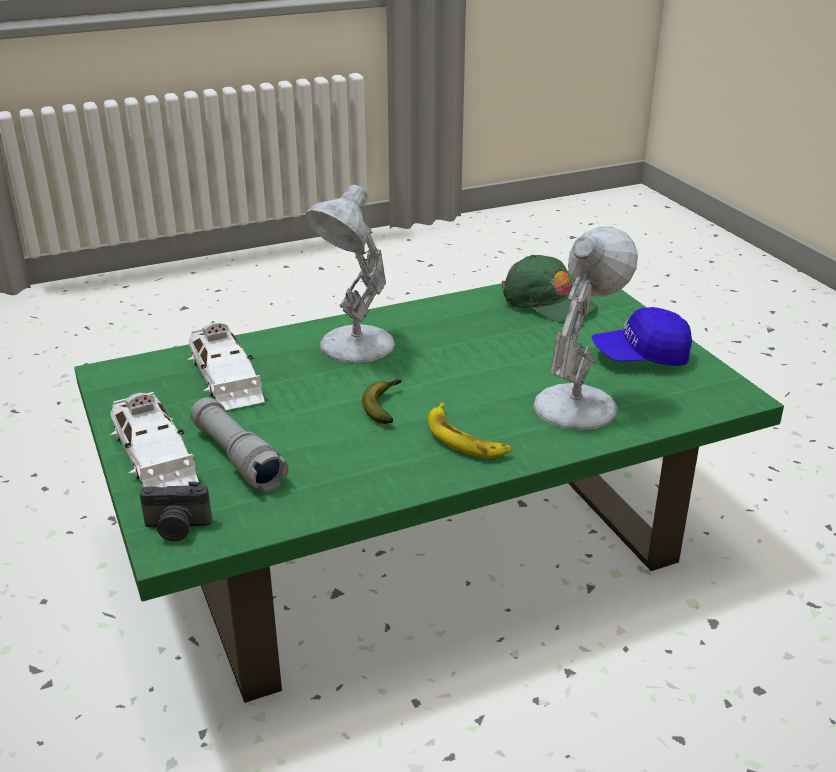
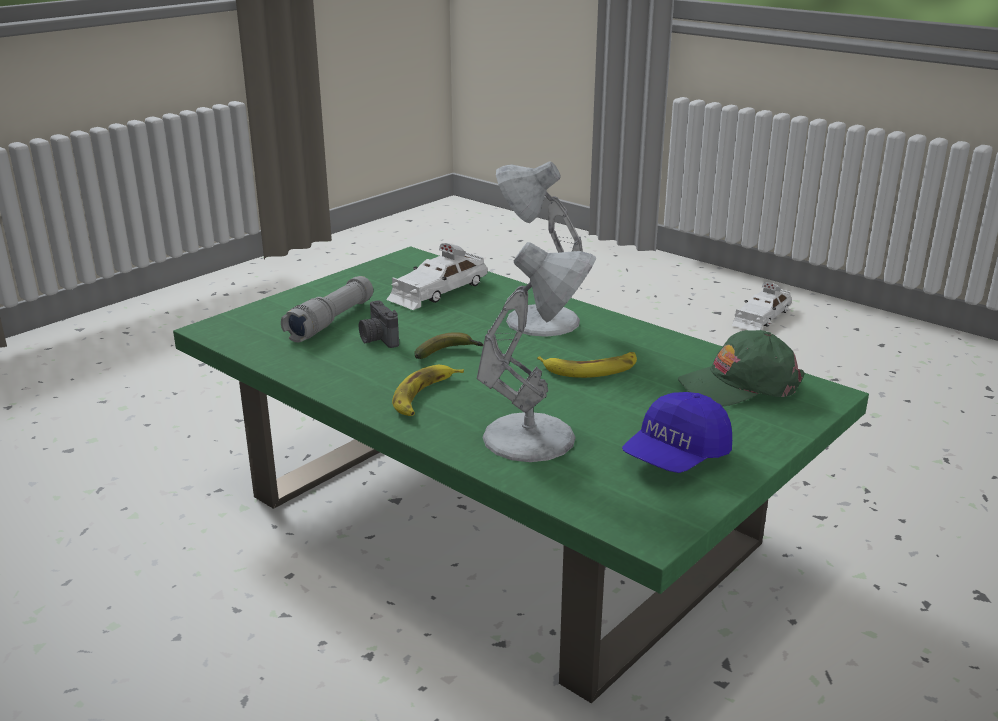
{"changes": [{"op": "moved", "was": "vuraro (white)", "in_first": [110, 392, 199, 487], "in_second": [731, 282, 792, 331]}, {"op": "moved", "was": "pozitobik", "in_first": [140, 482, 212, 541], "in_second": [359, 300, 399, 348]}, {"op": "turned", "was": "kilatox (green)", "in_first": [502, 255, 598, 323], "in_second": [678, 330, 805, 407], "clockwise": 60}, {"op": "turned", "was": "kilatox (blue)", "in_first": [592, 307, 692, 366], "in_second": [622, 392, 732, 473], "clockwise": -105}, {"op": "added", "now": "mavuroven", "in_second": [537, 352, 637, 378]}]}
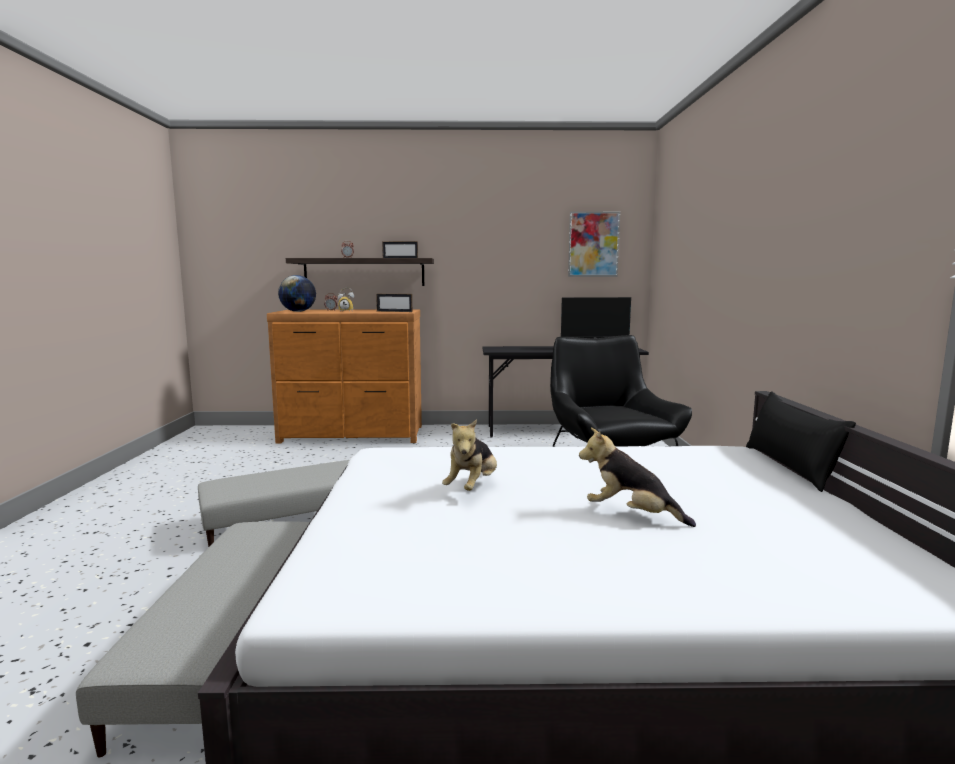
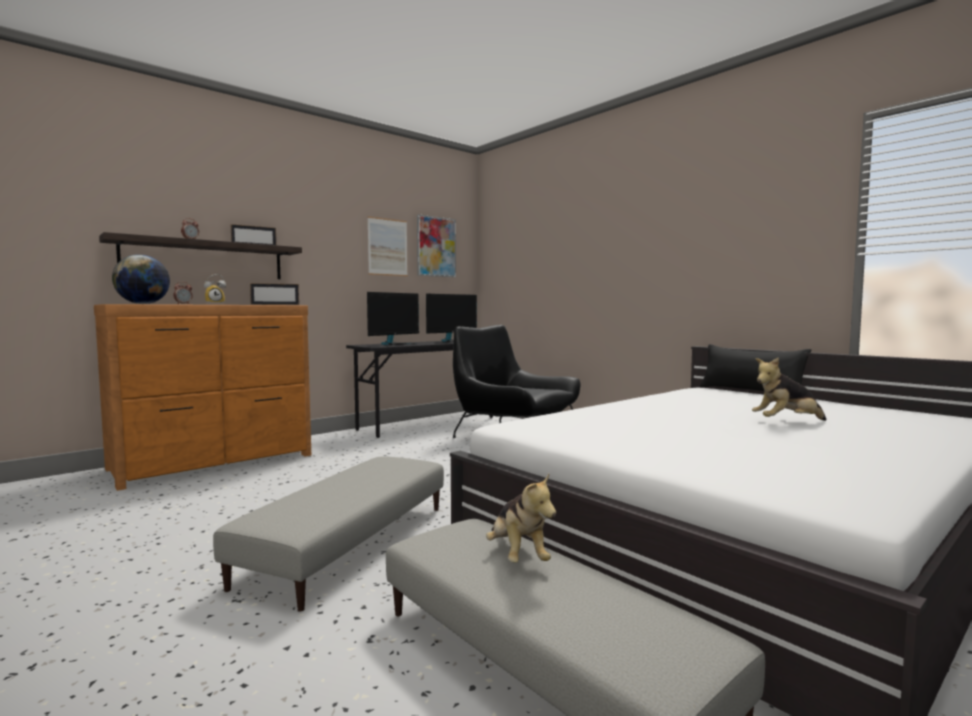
{"changes": [{"op": "moved", "was": "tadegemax", "in_first": [442, 419, 497, 491], "in_second": [486, 474, 556, 563]}, {"op": "added", "now": "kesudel", "in_second": [367, 216, 408, 276]}, {"op": "added", "now": "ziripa", "in_second": [367, 292, 419, 347]}]}
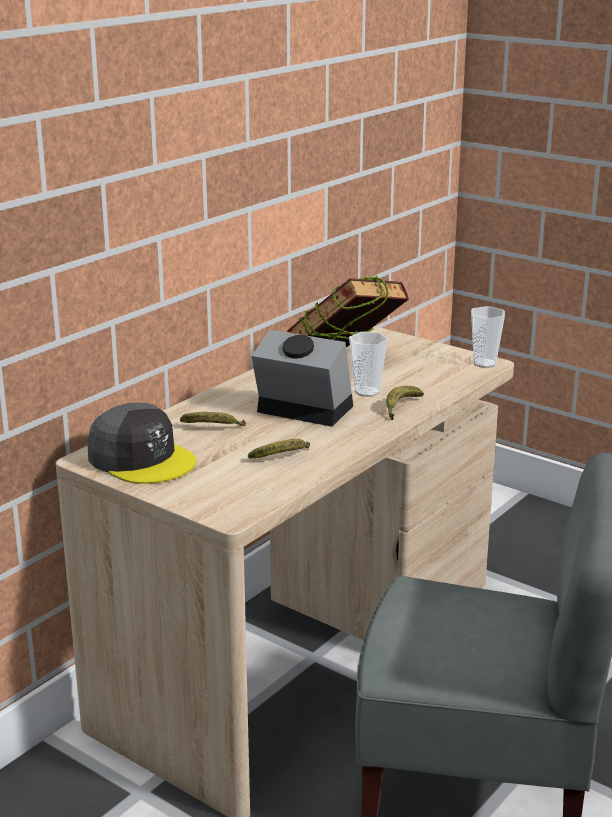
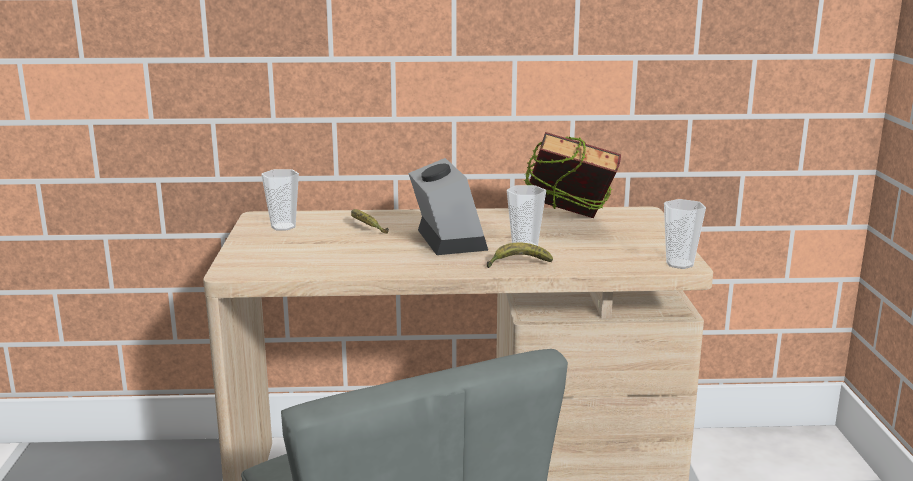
{"changes": [{"op": "replaced", "was": "kilatox (grey)", "now": "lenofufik", "in_first": [88, 403, 197, 484], "in_second": [261, 169, 299, 231]}, {"op": "removed", "was": "mavuroven", "in_first": [248, 439, 310, 459]}]}
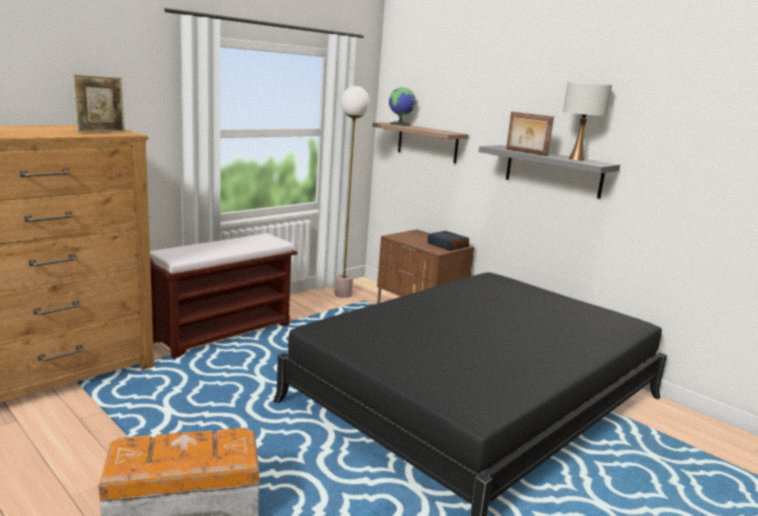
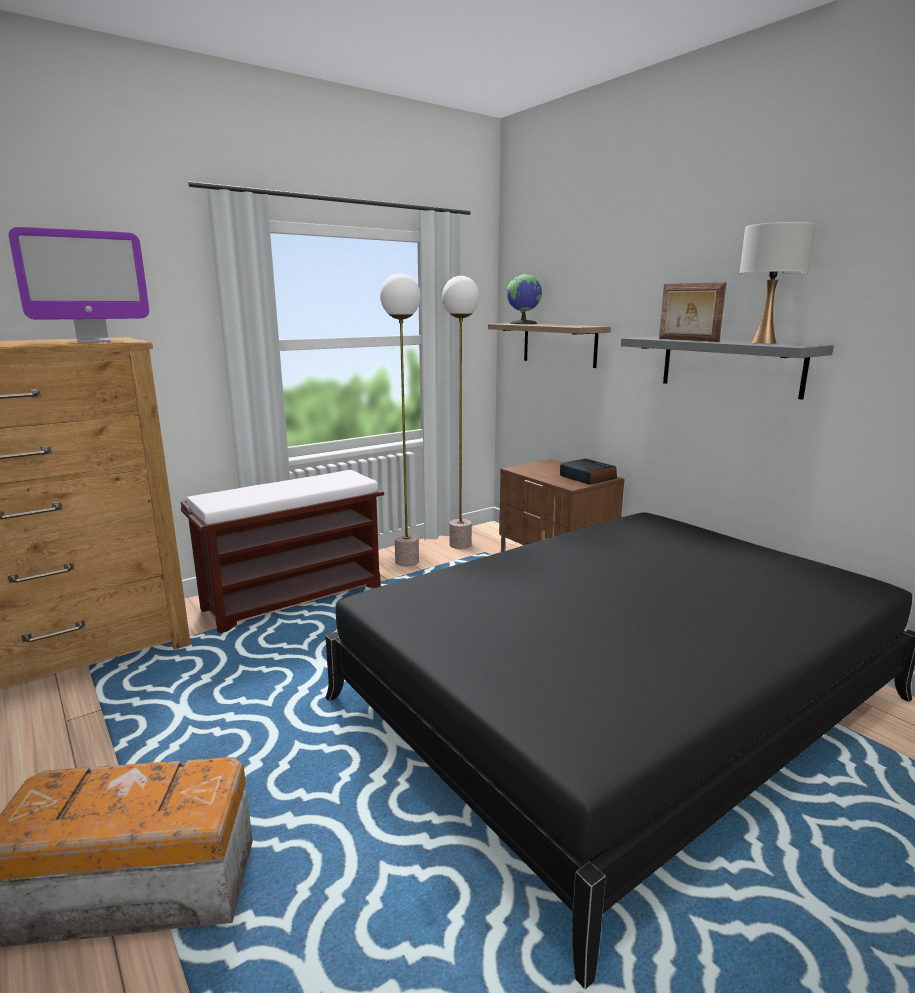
{"changes": [{"op": "replaced", "was": "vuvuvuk", "now": "ziripa", "in_first": [73, 74, 125, 132], "in_second": [9, 227, 149, 343]}, {"op": "added", "now": "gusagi", "in_second": [380, 273, 421, 566]}]}
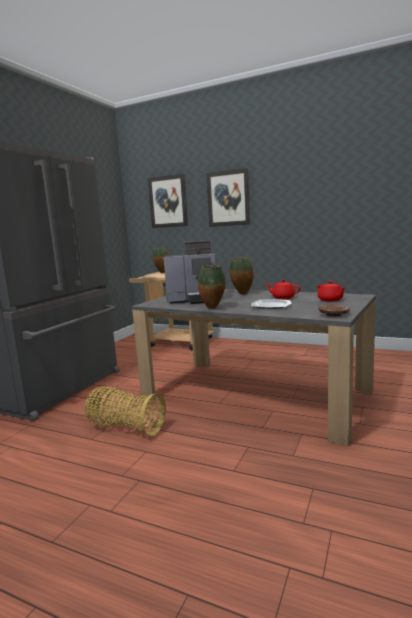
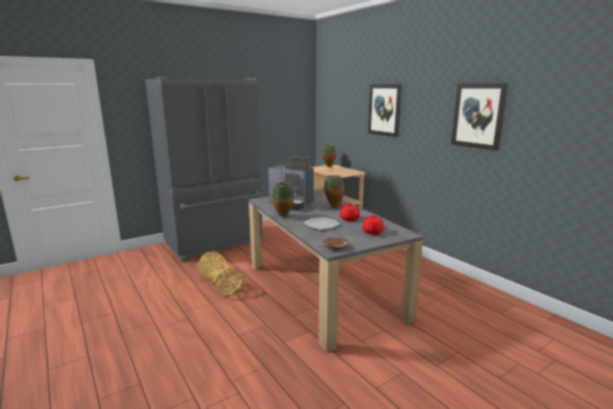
{"changes": [{"op": "moved", "was": "kesudel", "in_first": [148, 173, 188, 228], "in_second": [451, 83, 508, 151]}]}
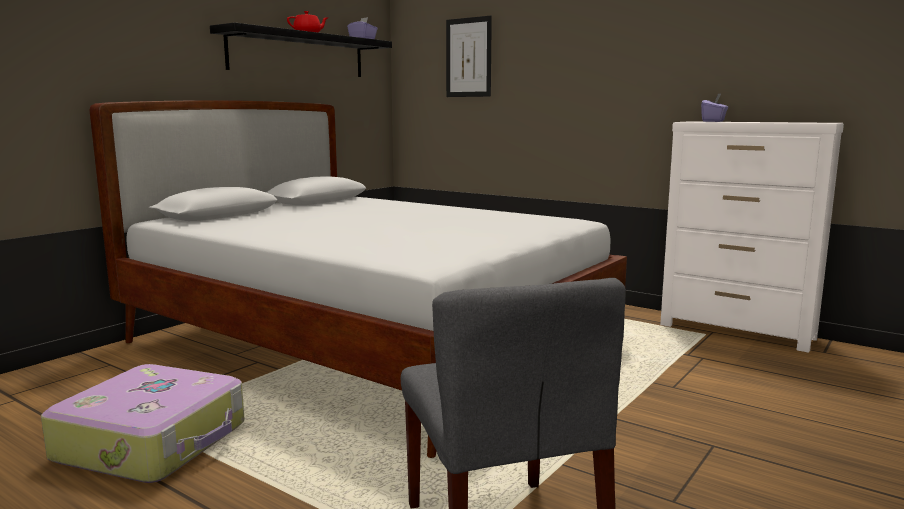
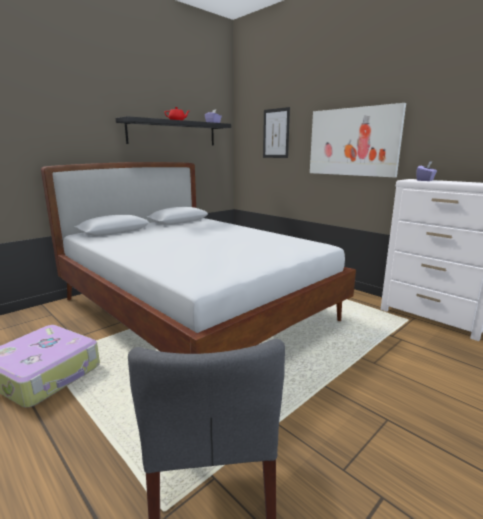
{"changes": [{"op": "added", "now": "kesudel", "in_second": [310, 103, 406, 177]}]}
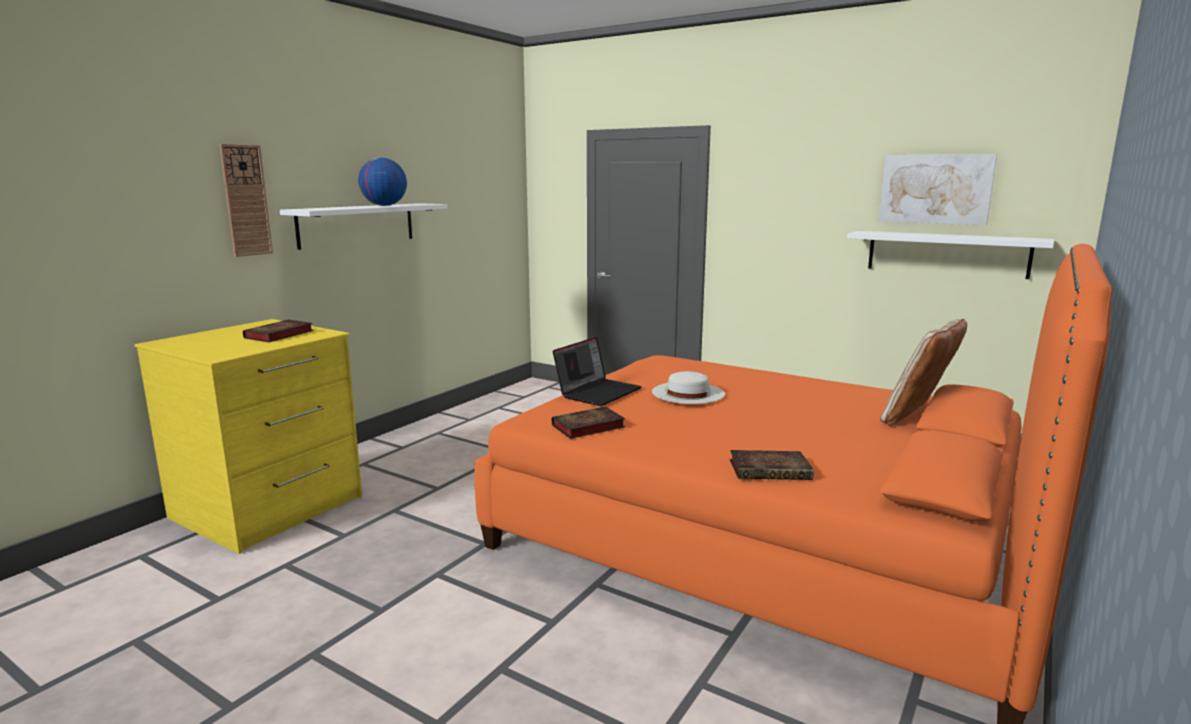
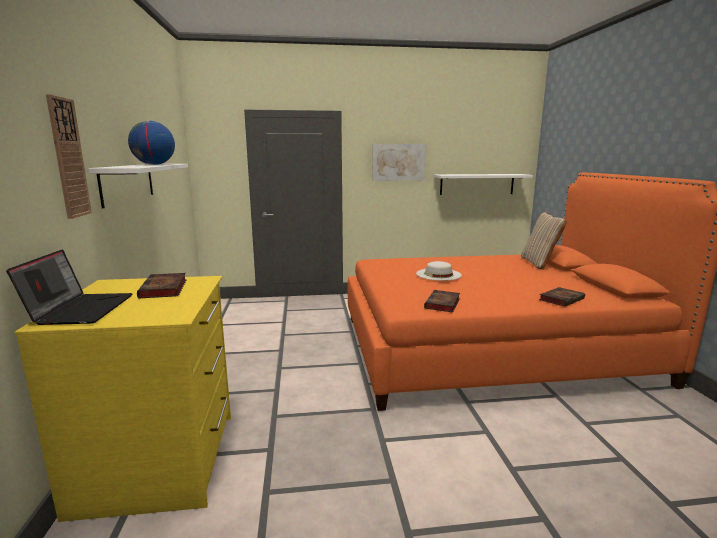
{"changes": [{"op": "moved", "was": "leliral", "in_first": [553, 337, 642, 406], "in_second": [6, 249, 133, 325]}, {"op": "moved", "was": "kesudel", "in_first": [878, 154, 997, 225], "in_second": [372, 144, 426, 181]}]}
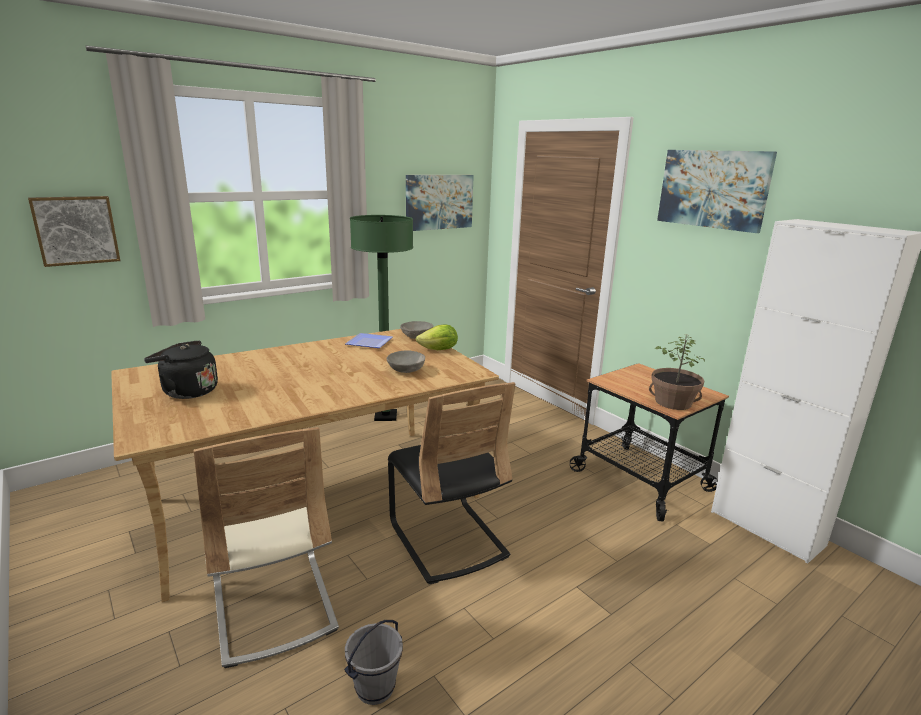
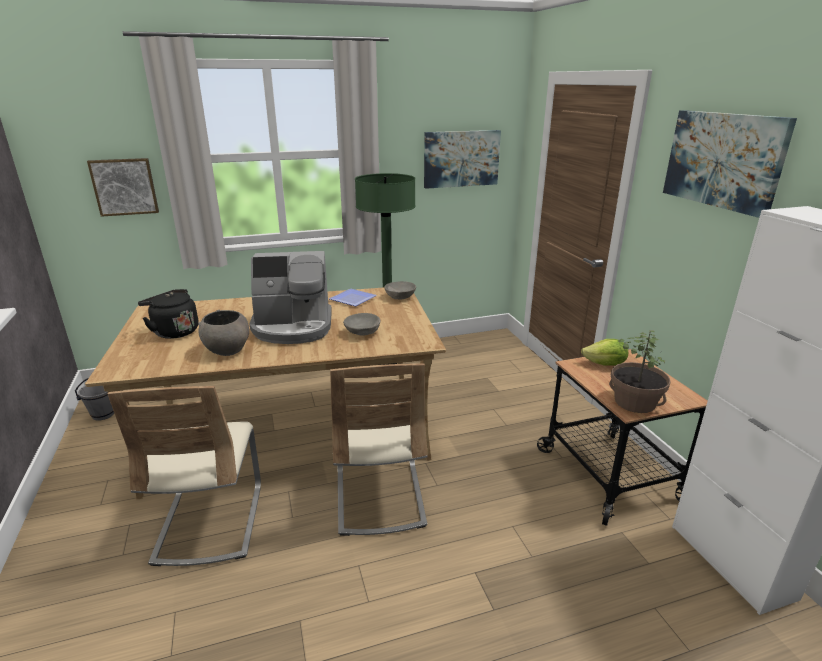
{"changes": [{"op": "moved", "was": "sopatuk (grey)", "in_first": [344, 620, 403, 705], "in_second": [75, 378, 114, 421]}, {"op": "recoloured", "was": "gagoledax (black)", "now": "gagoledax (beige)", "in_first": [388, 382, 515, 584], "in_second": [330, 363, 428, 536]}, {"op": "moved", "was": "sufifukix", "in_first": [416, 324, 458, 350], "in_second": [581, 339, 628, 366]}, {"op": "added", "now": "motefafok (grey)", "in_second": [198, 310, 249, 356]}, {"op": "added", "now": "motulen", "in_second": [249, 251, 332, 344]}]}
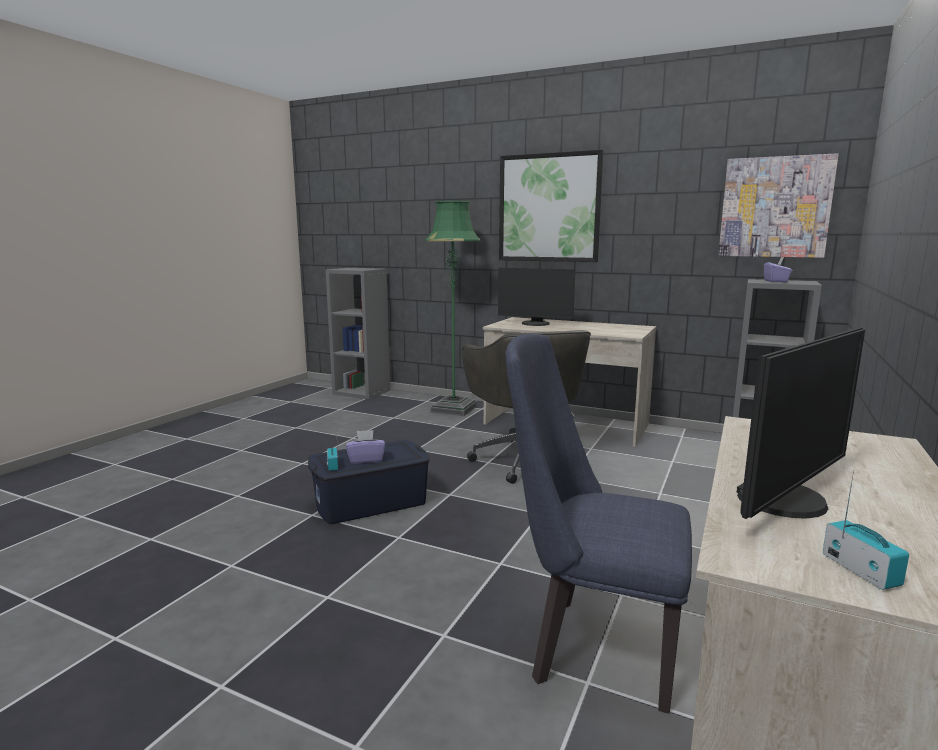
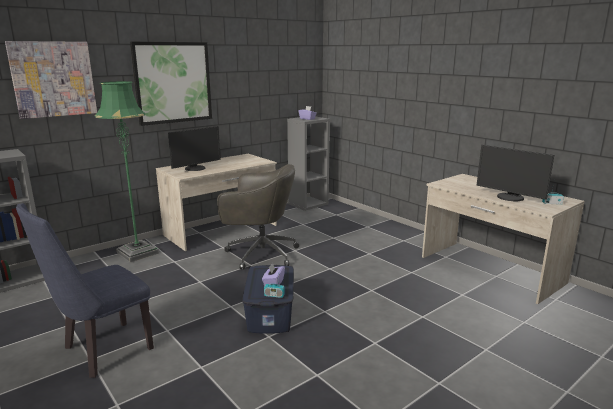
{"changes": [{"op": "moved", "was": "gagoledax (blue)", "in_first": [506, 334, 692, 713], "in_second": [16, 203, 154, 378]}, {"op": "moved", "was": "kesudel", "in_first": [718, 153, 839, 258], "in_second": [5, 41, 97, 119]}, {"op": "turned", "was": "ziripa", "in_first": [737, 328, 865, 519], "in_second": [477, 145, 554, 201], "clockwise": 150}]}
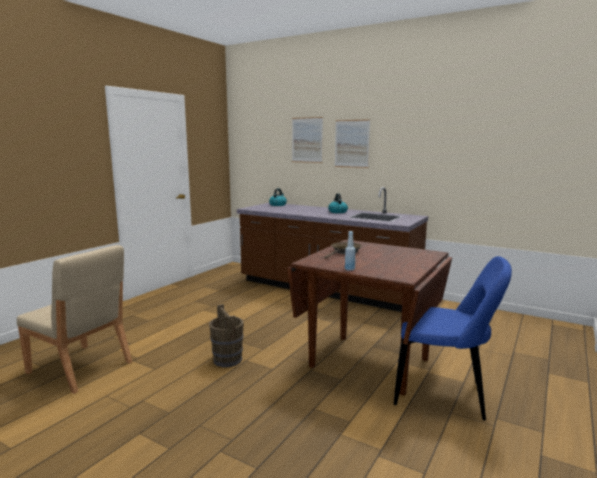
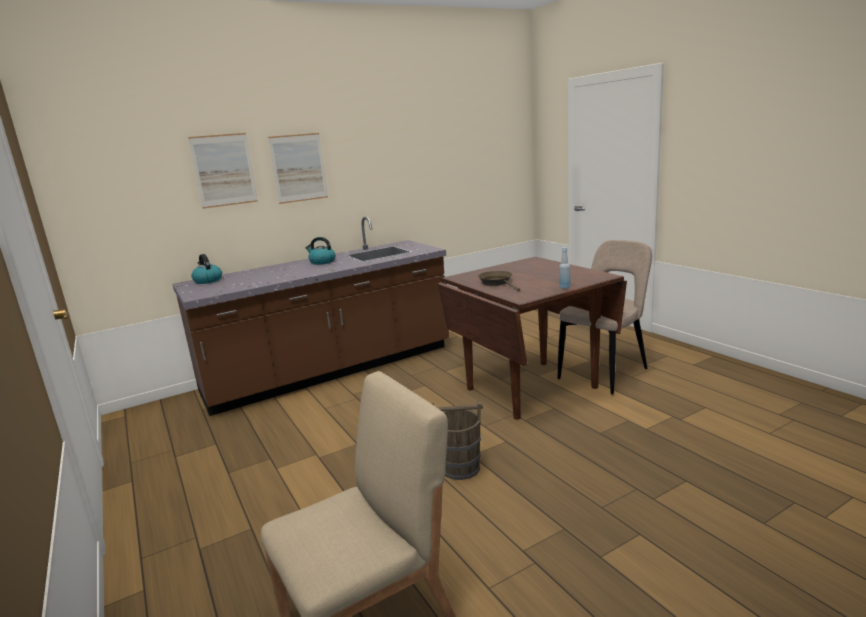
{"changes": [{"op": "recoloured", "was": "gagoledax (blue)", "now": "gagoledax (beige)", "in_first": [394, 256, 512, 421], "in_second": [558, 240, 652, 394]}]}
